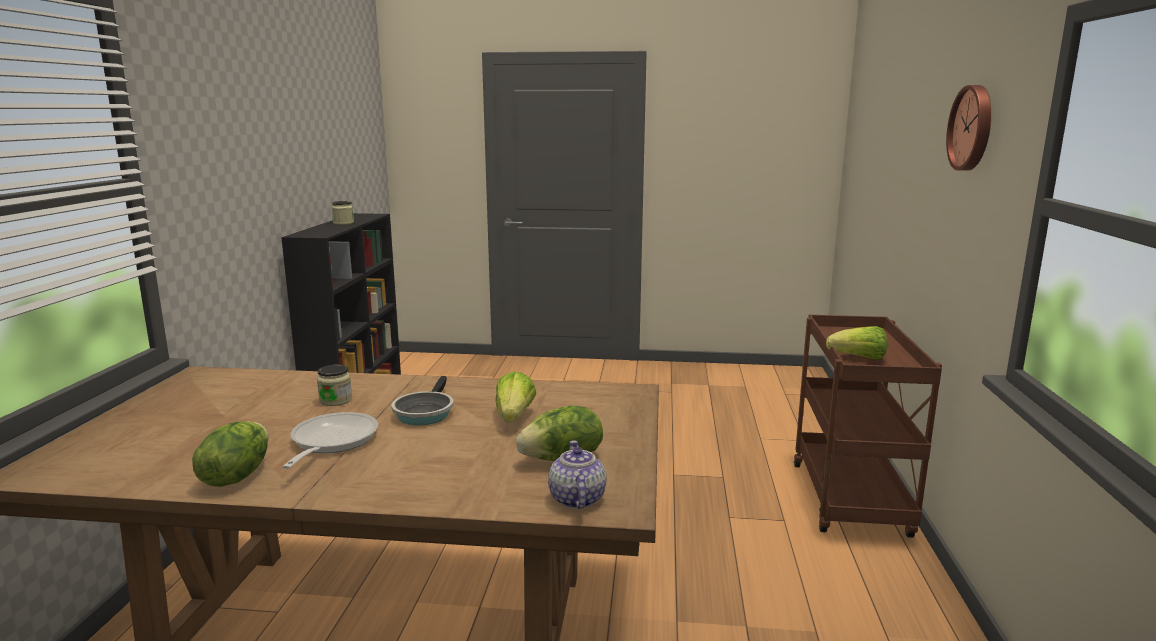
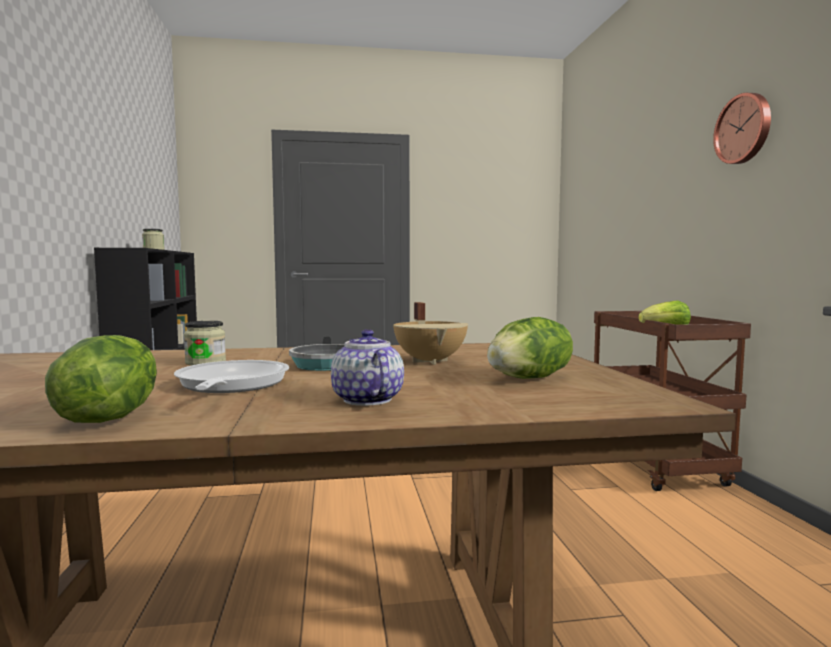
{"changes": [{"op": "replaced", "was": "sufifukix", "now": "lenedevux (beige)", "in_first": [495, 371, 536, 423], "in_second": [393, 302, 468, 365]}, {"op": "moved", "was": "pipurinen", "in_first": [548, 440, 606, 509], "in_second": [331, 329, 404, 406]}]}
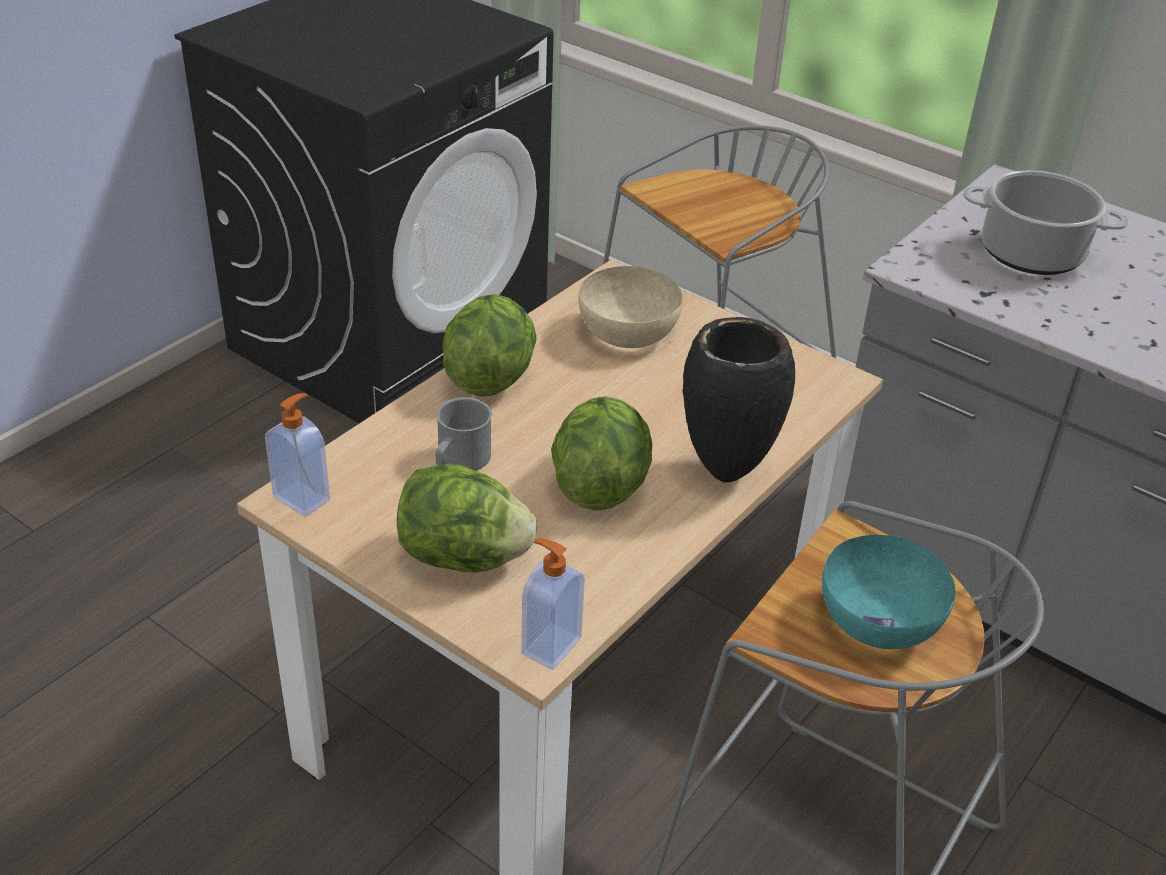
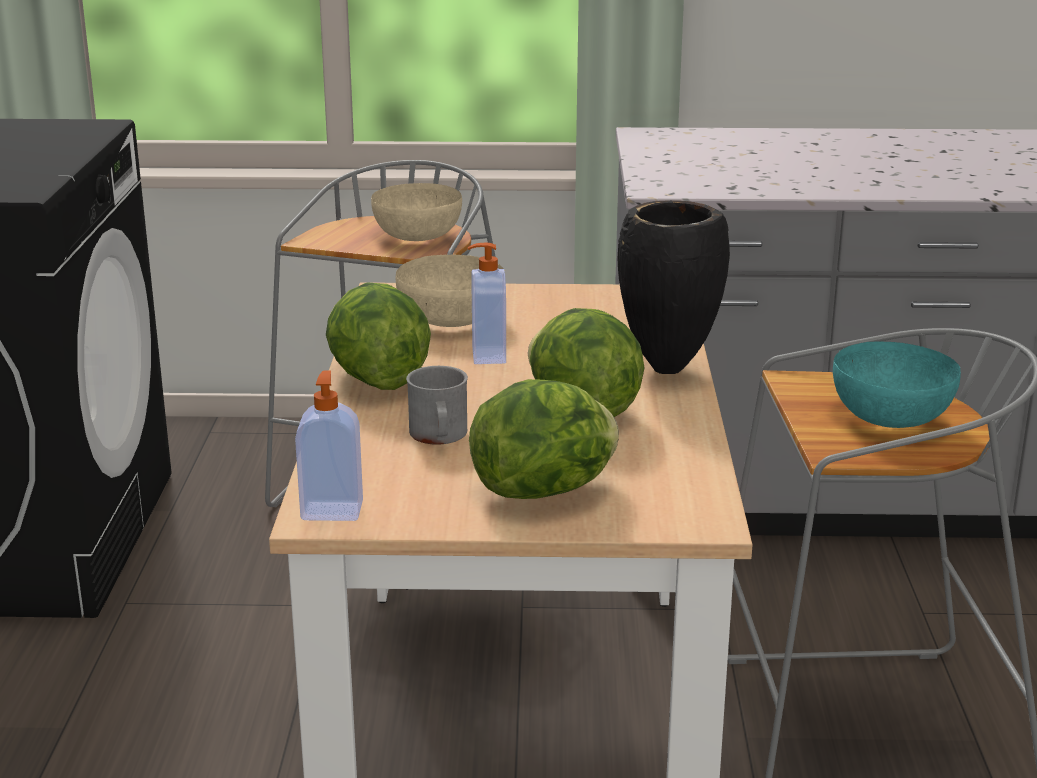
{"changes": [{"op": "moved", "was": "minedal", "in_first": [521, 538, 585, 670], "in_second": [468, 242, 506, 364]}, {"op": "removed", "was": "lenedevux", "in_first": [963, 170, 1128, 275]}, {"op": "added", "now": "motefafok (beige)", "in_second": [371, 183, 462, 241]}]}
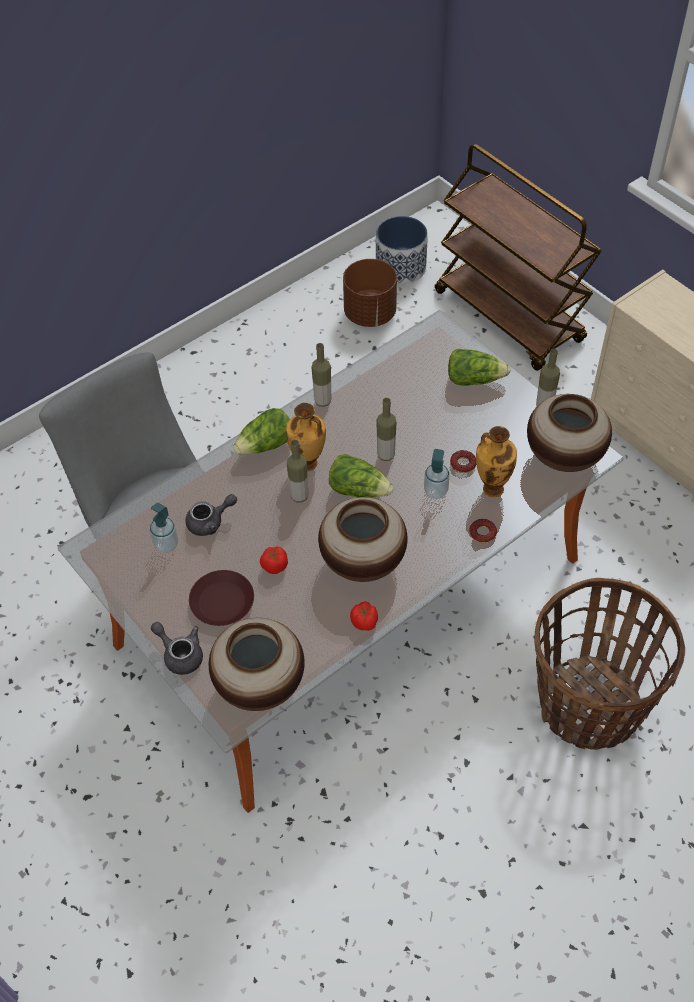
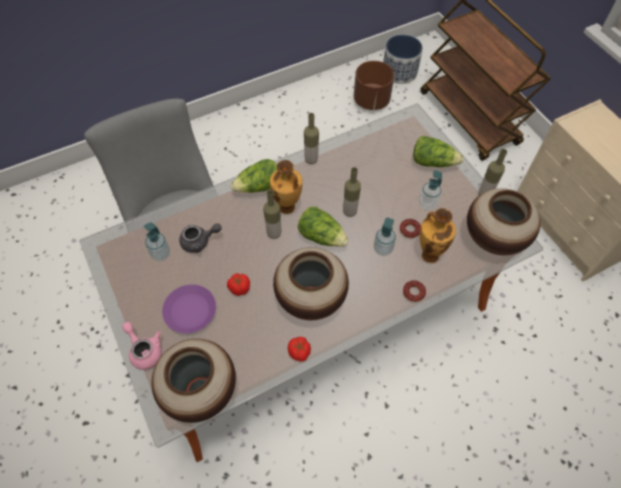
{"changes": [{"op": "recoloured", "was": "pipurinen (grey)", "now": "pipurinen (pink)", "in_first": [151, 622, 203, 675], "in_second": [122, 322, 162, 370]}, {"op": "recoloured", "was": "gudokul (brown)", "now": "gudokul (purple)", "in_first": [189, 570, 254, 626], "in_second": [162, 284, 216, 333]}, {"op": "removed", "was": "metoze", "in_first": [535, 578, 685, 750]}, {"op": "added", "now": "minedal", "in_second": [419, 170, 442, 210]}]}
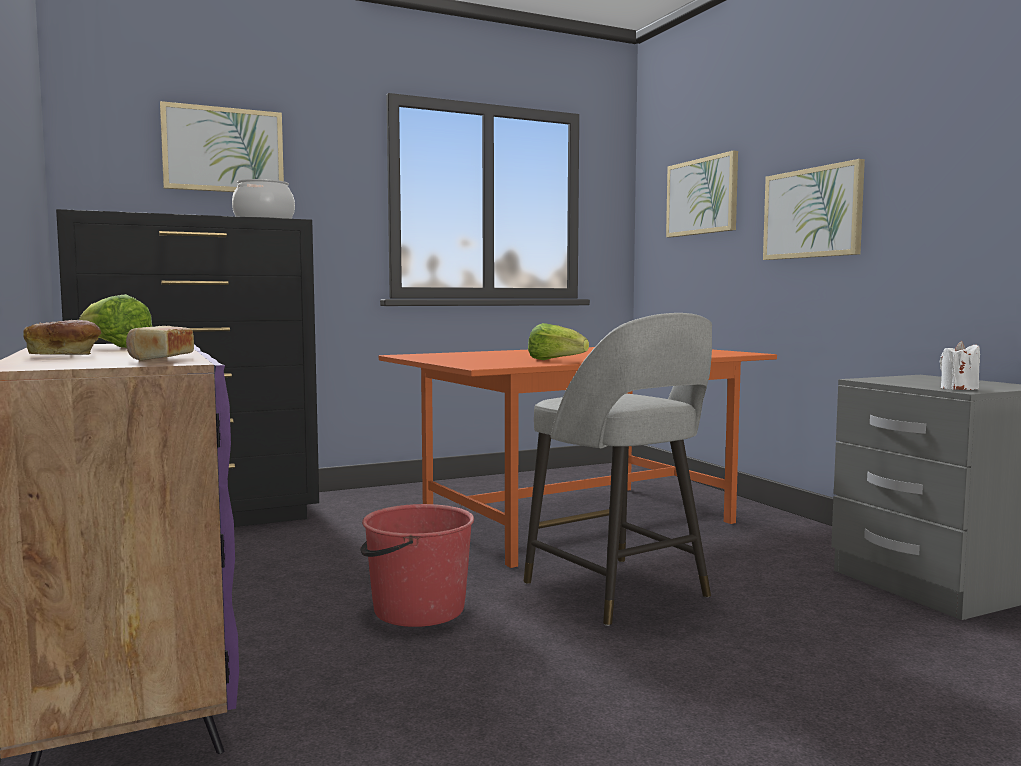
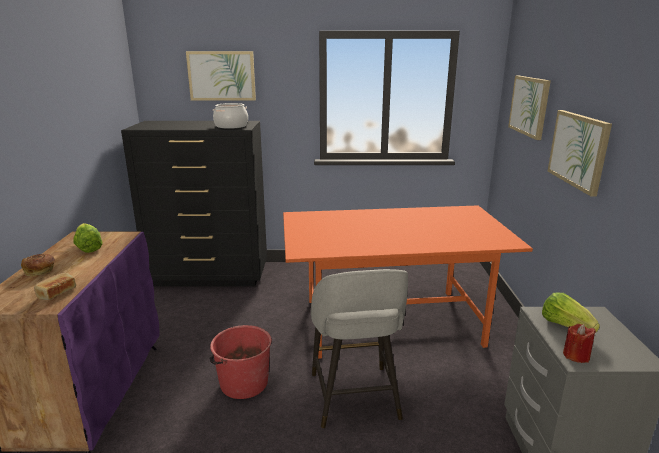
{"changes": [{"op": "moved", "was": "sufifukix", "in_first": [528, 323, 589, 360], "in_second": [542, 293, 600, 333]}, {"op": "recoloured", "was": "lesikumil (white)", "now": "lesikumil (red)", "in_first": [940, 341, 980, 390], "in_second": [563, 324, 596, 363]}]}
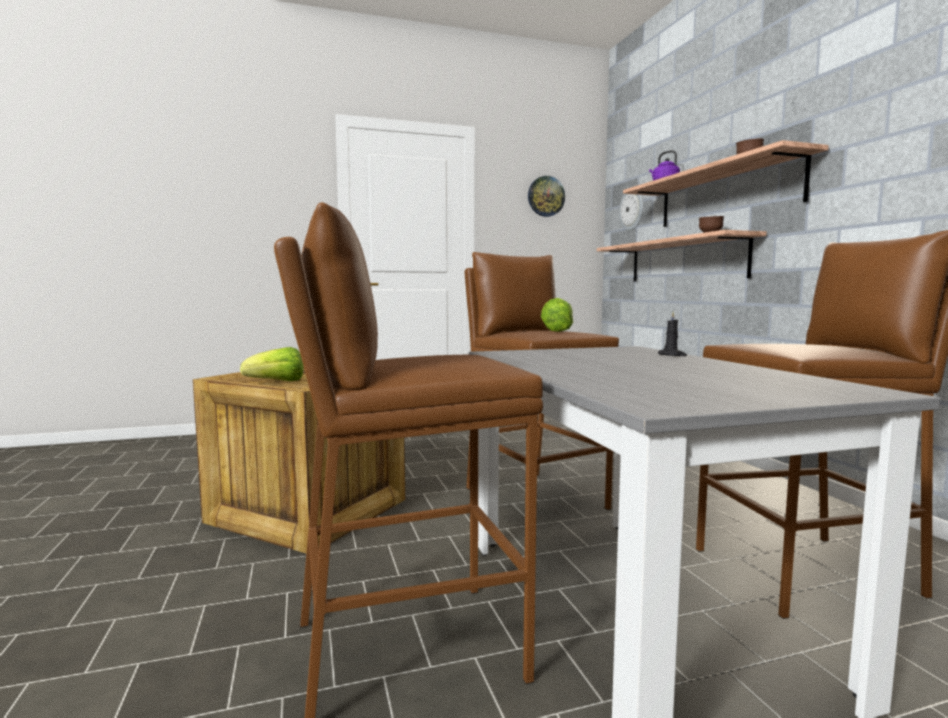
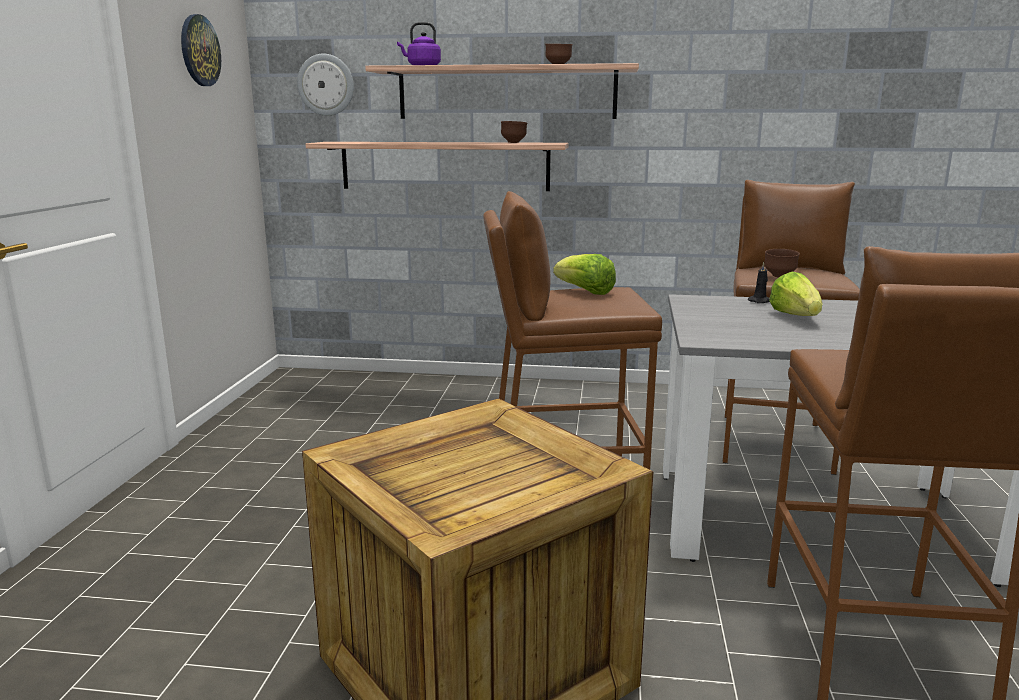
{"changes": [{"op": "moved", "was": "sufifukix", "in_first": [240, 347, 304, 381], "in_second": [769, 272, 822, 316]}, {"op": "added", "now": "motefafok (brown)", "in_second": [764, 249, 800, 277]}]}
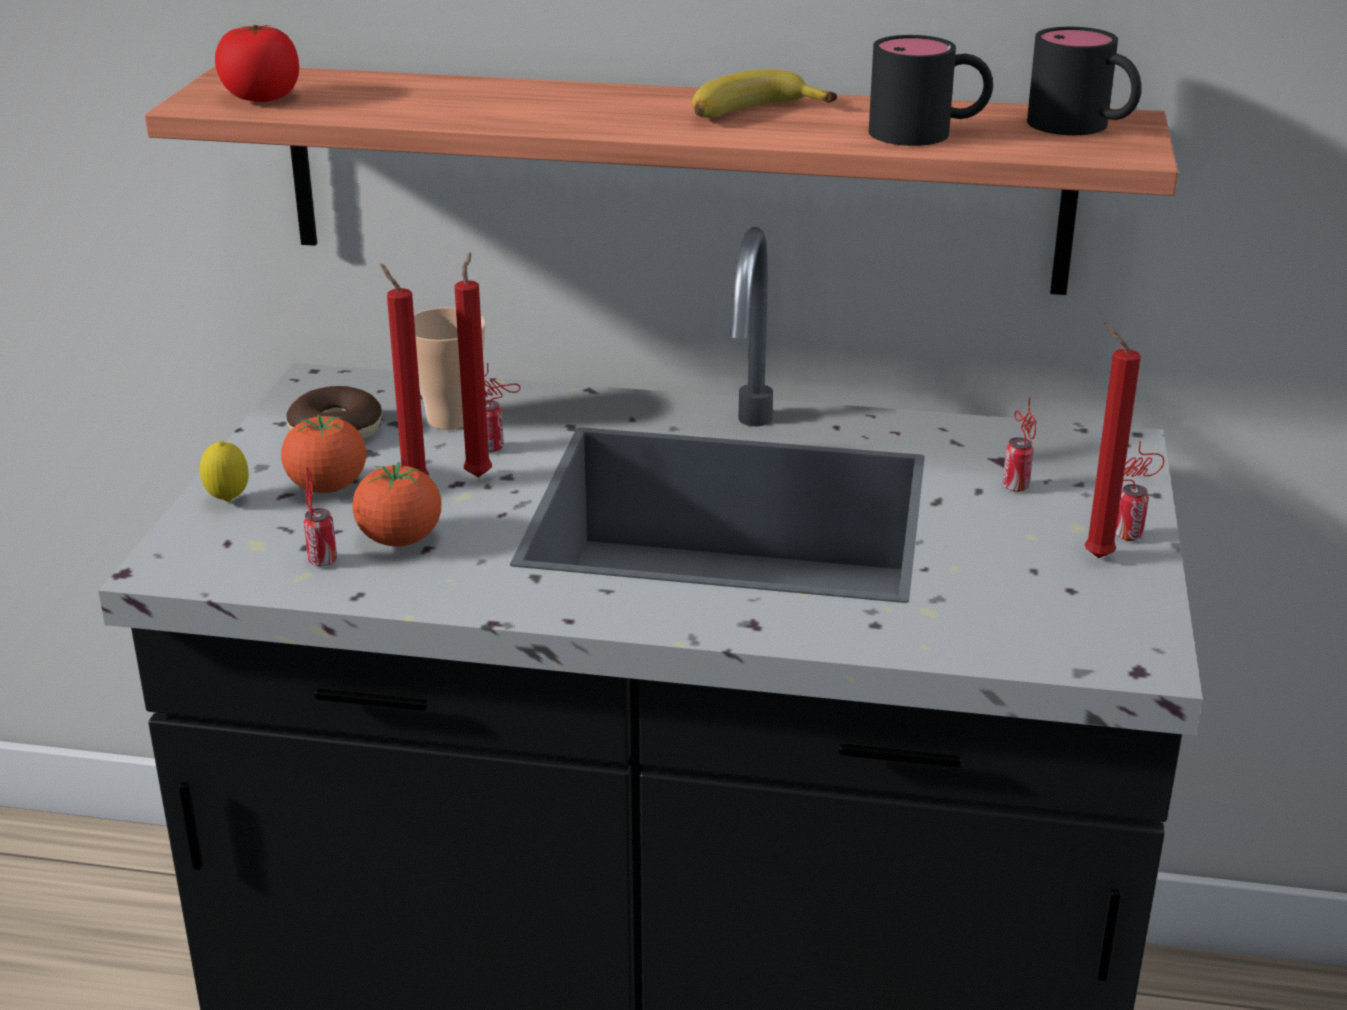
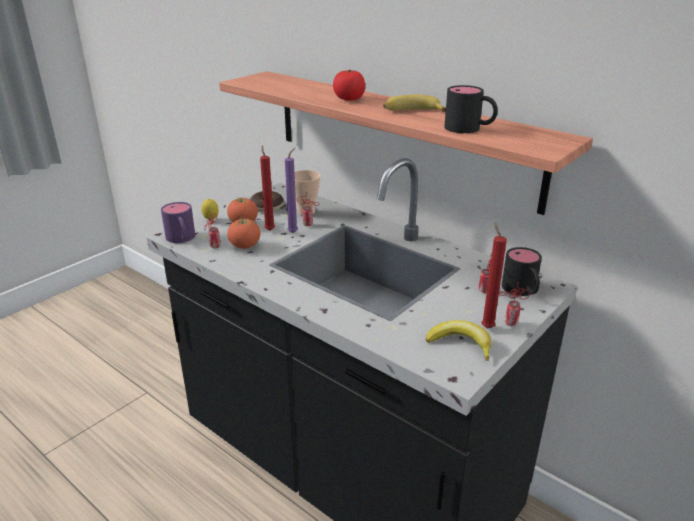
{"changes": [{"op": "moved", "was": "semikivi", "in_first": [215, 25, 299, 102], "in_second": [333, 70, 365, 101]}, {"op": "recoloured", "was": "lesikumil (red)", "now": "lesikumil (purple)", "in_first": [455, 253, 492, 477], "in_second": [285, 148, 298, 233]}, {"op": "moved", "was": "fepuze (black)", "in_first": [1027, 27, 1142, 135], "in_second": [502, 247, 542, 296]}, {"op": "added", "now": "fepuze (purple)", "in_second": [161, 202, 195, 243]}, {"op": "added", "now": "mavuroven", "in_second": [426, 320, 491, 361]}]}
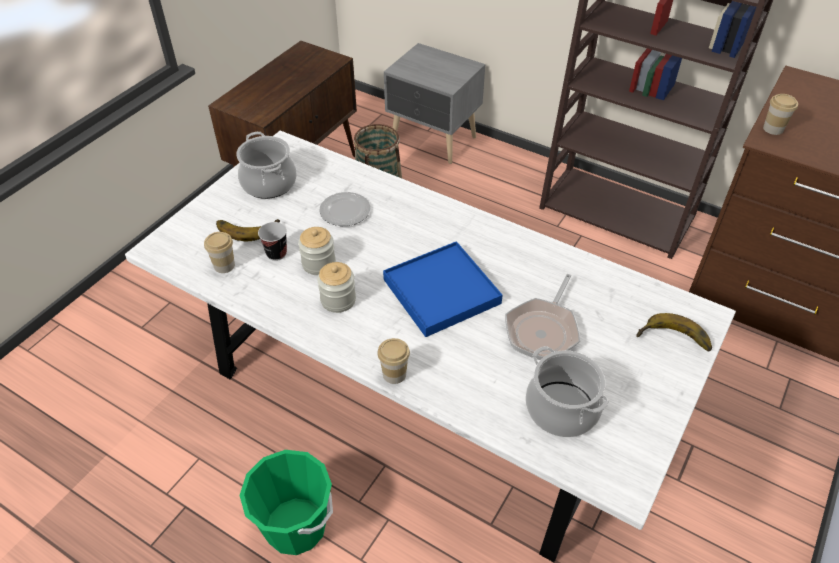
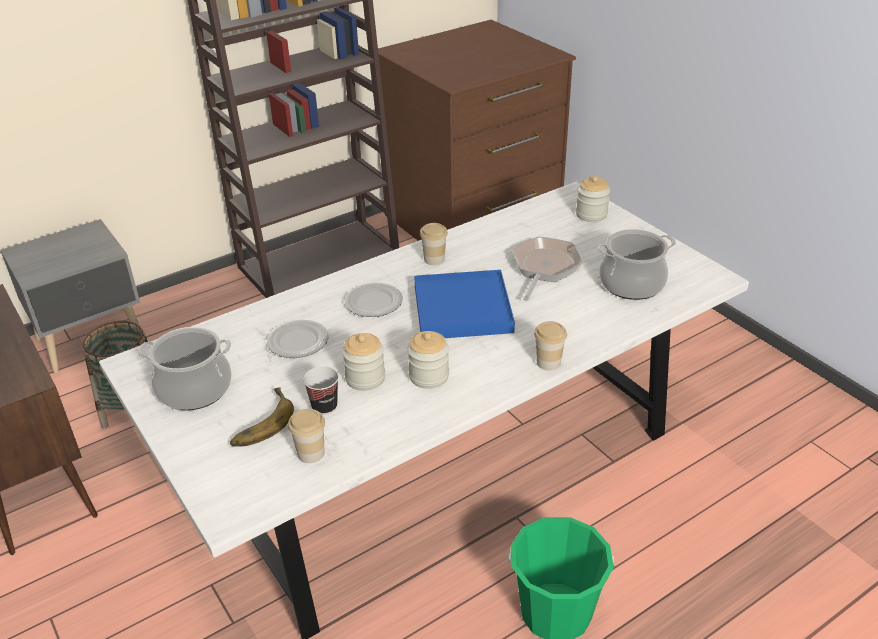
{"changes": [{"op": "turned", "was": "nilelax", "in_first": [505, 274, 580, 360], "in_second": [512, 237, 583, 301], "clockwise": -120}, {"op": "replaced", "was": "mavuroven", "now": "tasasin", "in_first": [636, 313, 712, 352], "in_second": [576, 176, 610, 222]}, {"op": "moved", "was": "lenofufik", "in_first": [763, 94, 798, 135], "in_second": [420, 223, 448, 265]}, {"op": "added", "now": "gudokul", "in_second": [345, 283, 403, 317]}]}
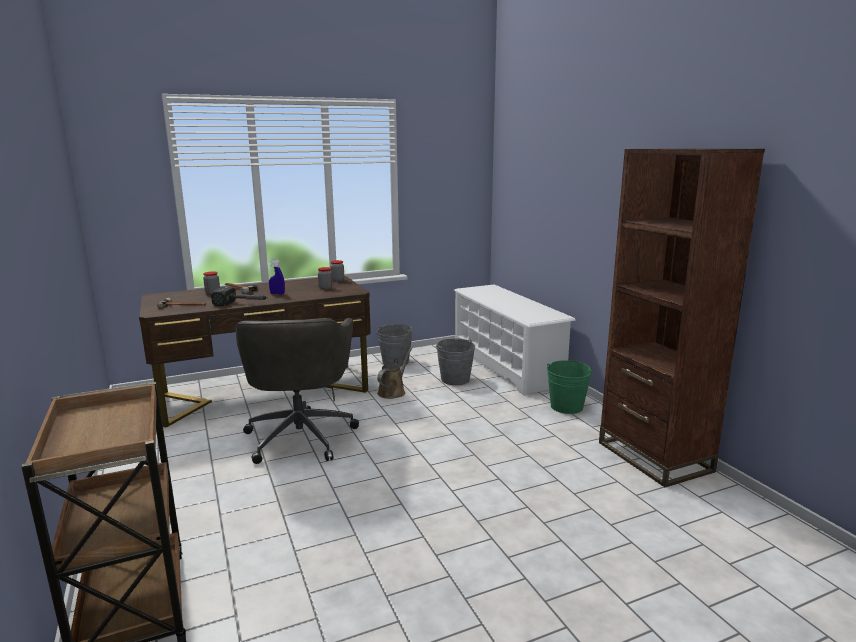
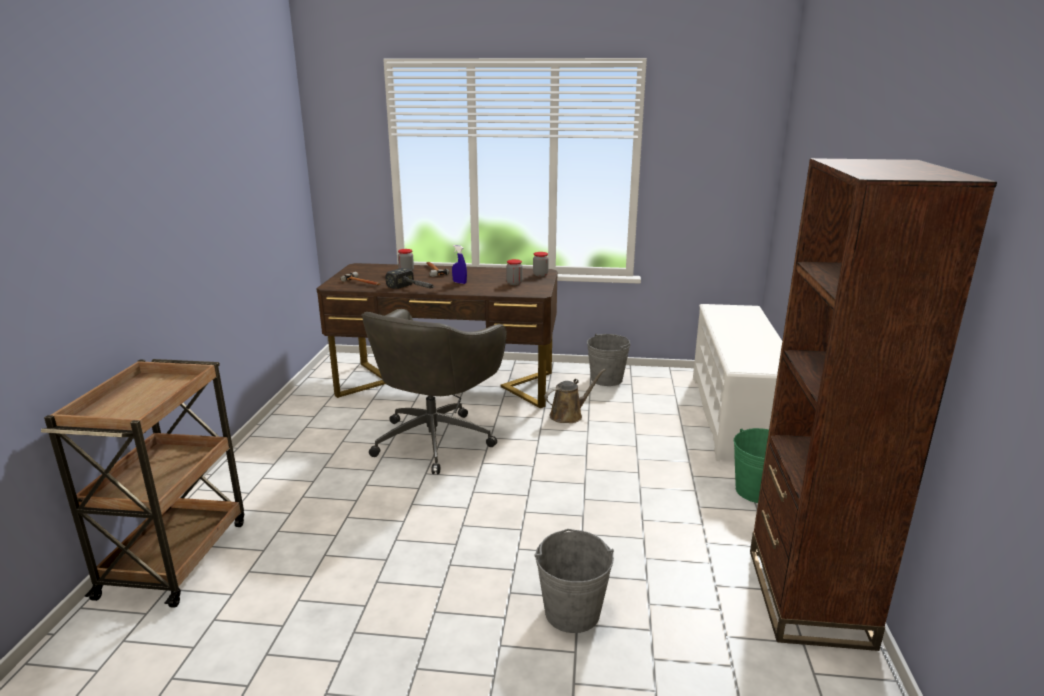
{"changes": [{"op": "moved", "was": "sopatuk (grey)", "in_first": [436, 338, 475, 385], "in_second": [535, 529, 614, 633]}]}
